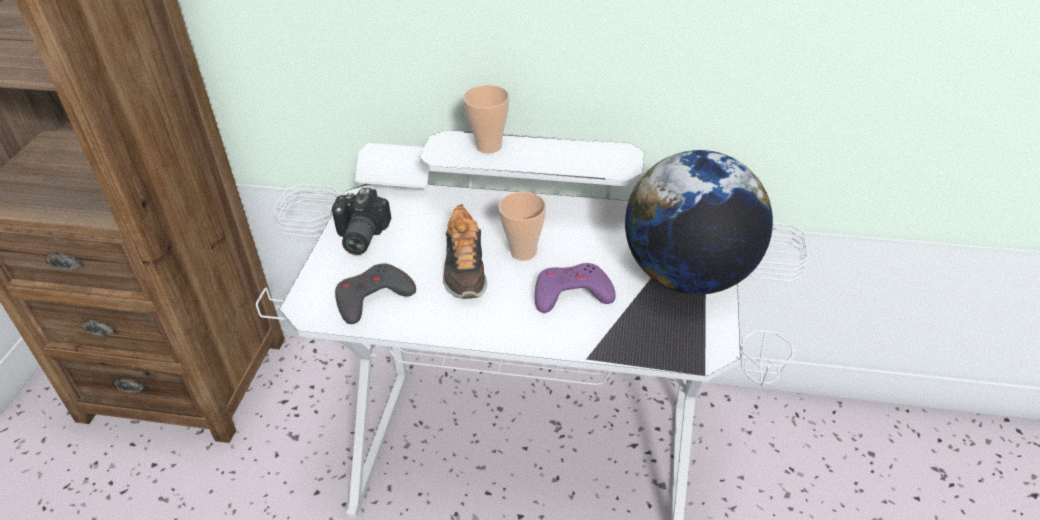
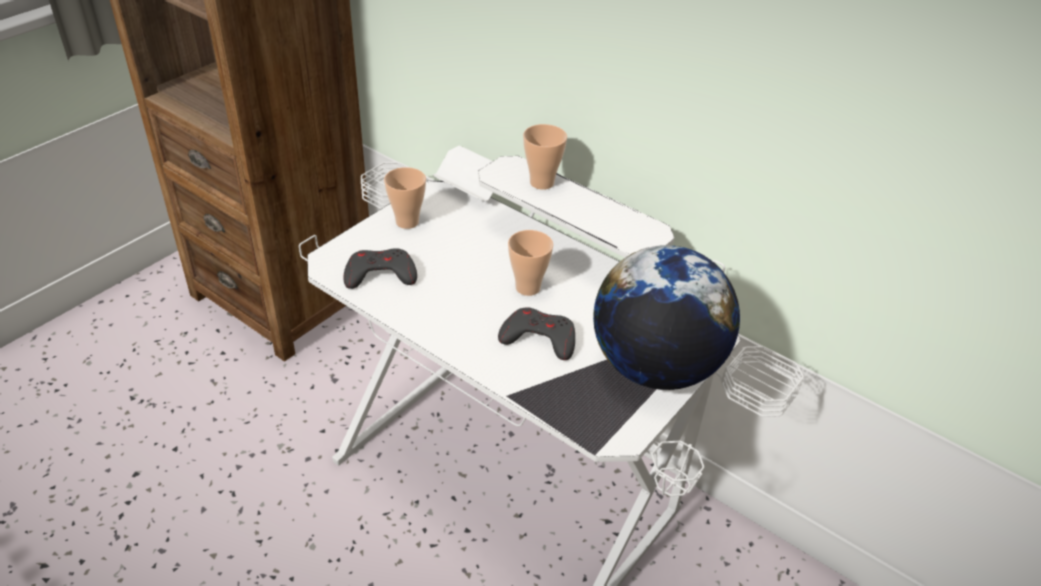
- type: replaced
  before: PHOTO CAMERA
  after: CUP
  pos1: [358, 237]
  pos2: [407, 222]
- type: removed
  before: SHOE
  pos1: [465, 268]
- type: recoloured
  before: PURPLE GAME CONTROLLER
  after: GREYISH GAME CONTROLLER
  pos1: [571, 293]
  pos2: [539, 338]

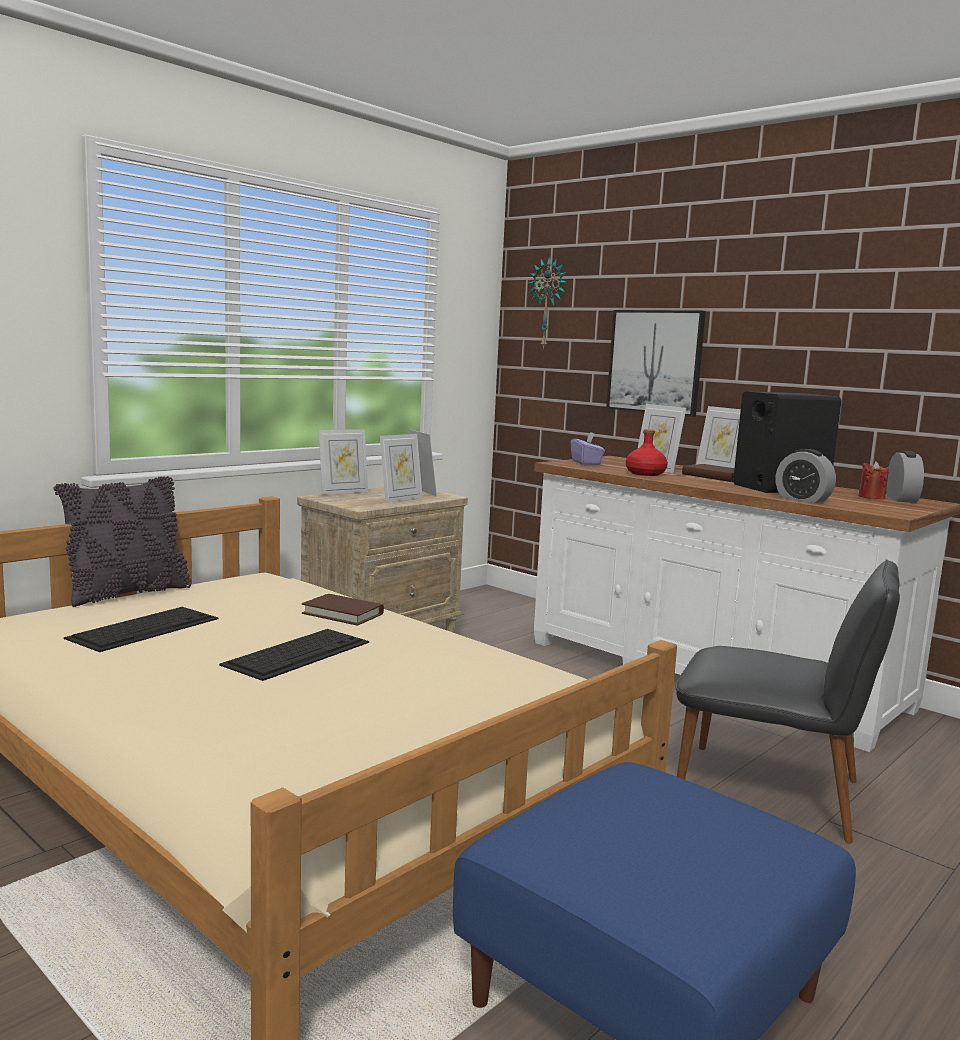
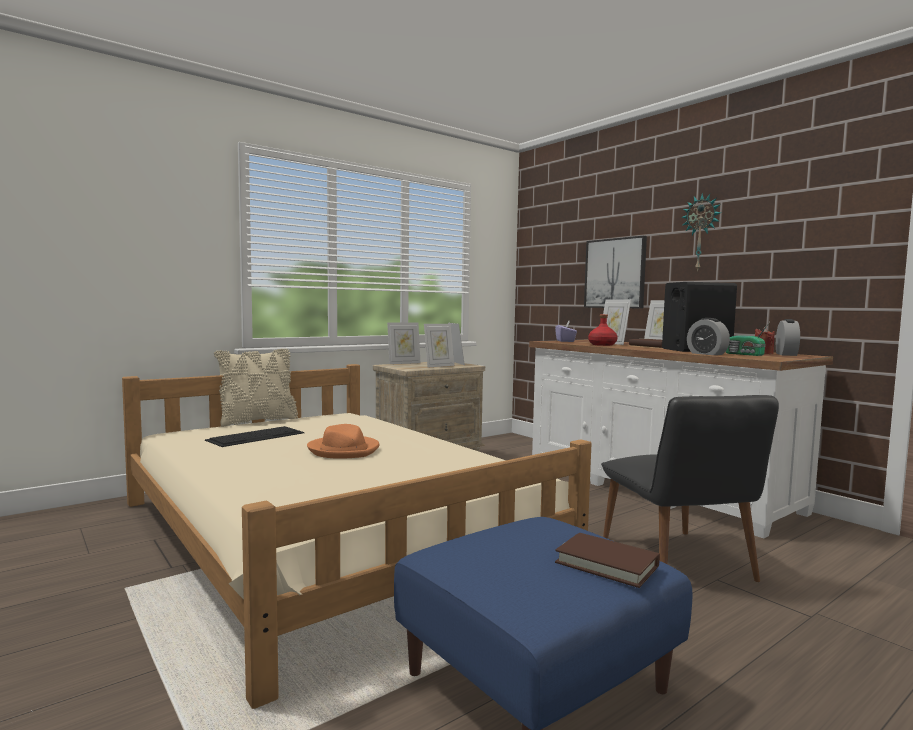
- type: moved
  before: WALL CLOCK
  pos1: [548, 303]
  pos2: [701, 232]
- type: recoloured
  before: BLACK PILLOW
  after: BEIGE-COLOURED PILLOW
  pos1: [127, 593]
  pos2: [257, 421]
- type: turned
  before: BLACK CHAIR
  pos1: [768, 790]
  pos2: [675, 558]
  turn: 45
- type: moved
  before: BROWN BOUND BOOK
  pos1: [343, 614]
  pos2: [607, 564]
- type: replaced
  before: KEYBOARD
  after: ORANGEY WEARABLE HAT
  pos1: [298, 652]
  pos2: [344, 450]
- type: added
  after: RADIO RECEIVER
  pos2: [745, 354]

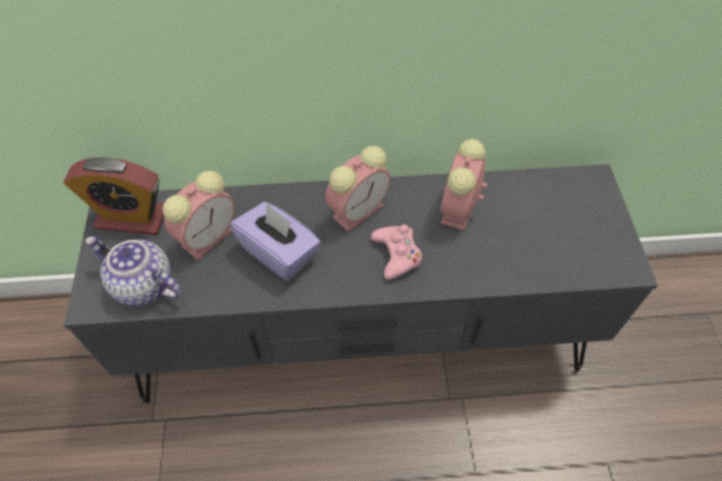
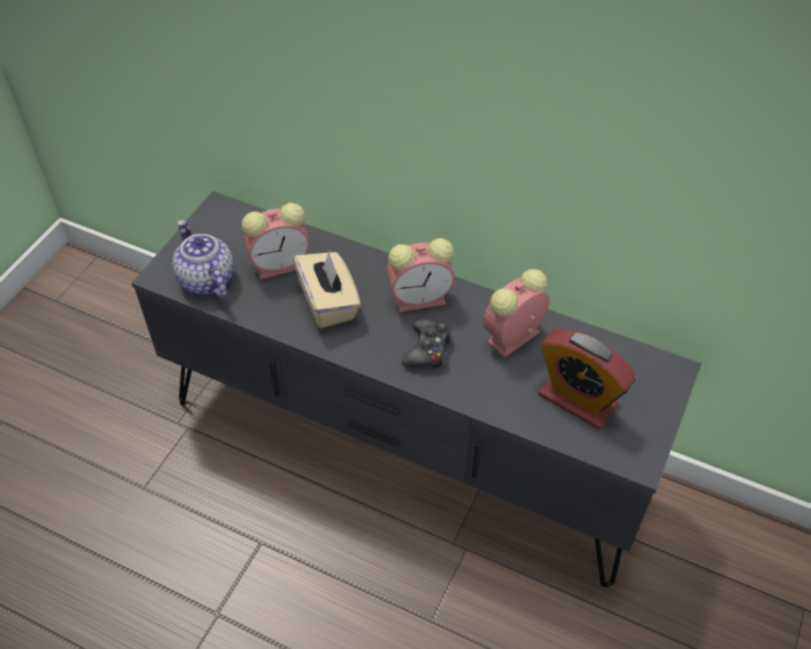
- type: moved
  before: BEDSIDE CLOCK
  pos1: [131, 218]
  pos2: [577, 399]
- type: recoloured
  before: PURPLE BOX OF TISSUES
  after: BEIGE-COLOURED BOX OF TISSUES
  pos1: [279, 253]
  pos2: [329, 303]
- type: recoloured
  before: PINK GAME CONTROLLER
  after: BLACK GAME CONTROLLER
  pos1: [397, 255]
  pos2: [427, 350]

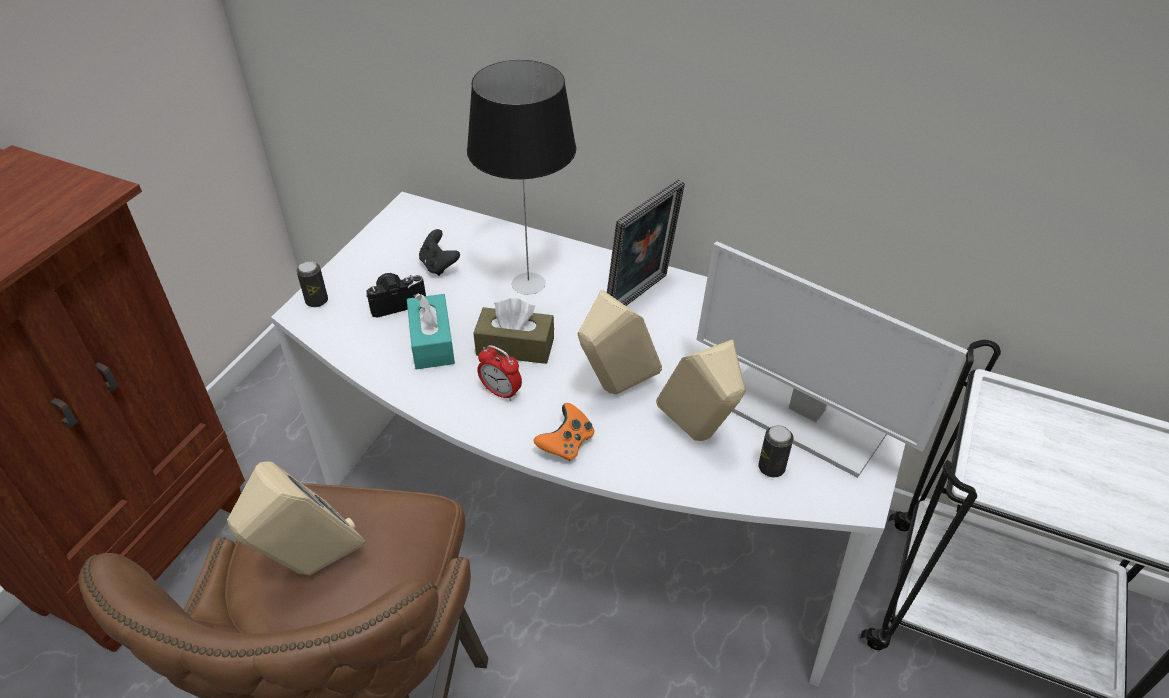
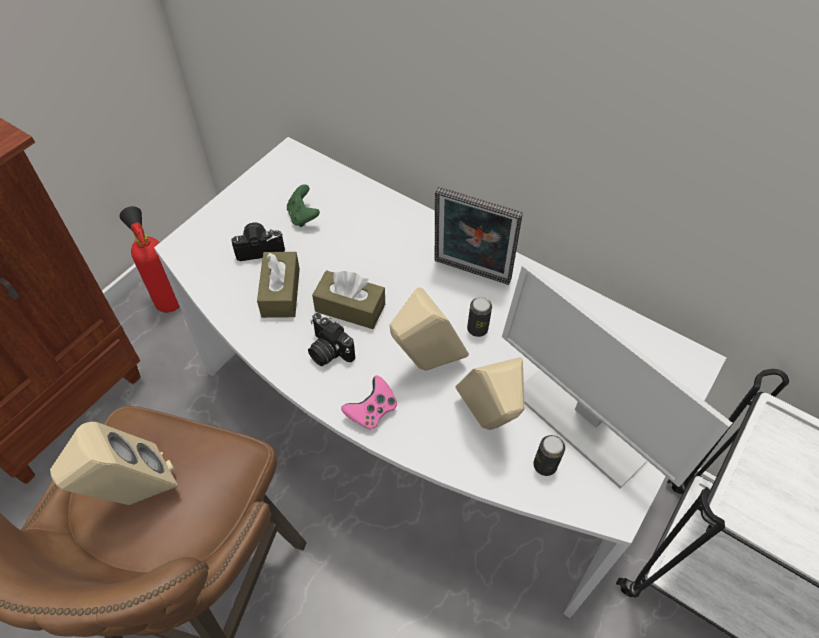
- type: removed
  before: TABLETOP LAMP
  pos1: [528, 282]
- type: turned
  before: PHOTO FRAME
  pos1: [640, 297]
  pos2: [470, 274]
  turn: 60
- type: recoloured
  before: BLACK GAME CONTROLLER
  after: GREEN GAME CONTROLLER
  pos1: [439, 265]
  pos2: [303, 216]
- type: moved
  before: SEALED CAN
  pos1: [317, 301]
  pos2: [477, 329]
- type: recoloured
  before: TURQUOISE-COLOURED BOX OF TISSUES
  after: BROWN BOX OF TISSUES
  pos1: [432, 342]
  pos2: [281, 292]
- type: replaced
  before: BEDSIDE CLOCK
  after: PHOTO CAMERA
  pos1: [501, 392]
  pos2: [328, 351]
- type: recoloured
  before: ORANGEY GAME CONTROLLER
  after: PINK GAME CONTROLLER
  pos1: [566, 444]
  pos2: [372, 411]
- type: added
  after: FIRE-FIGHTING CYLINDER
  pos2: [168, 299]

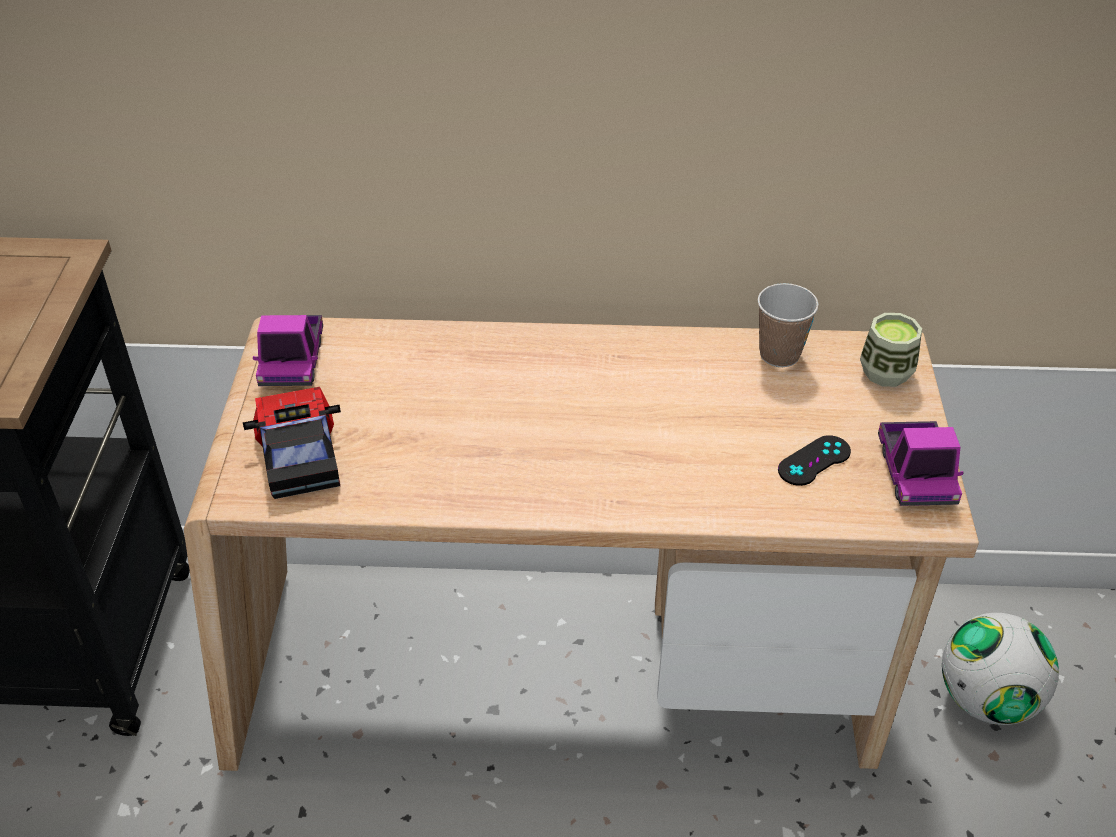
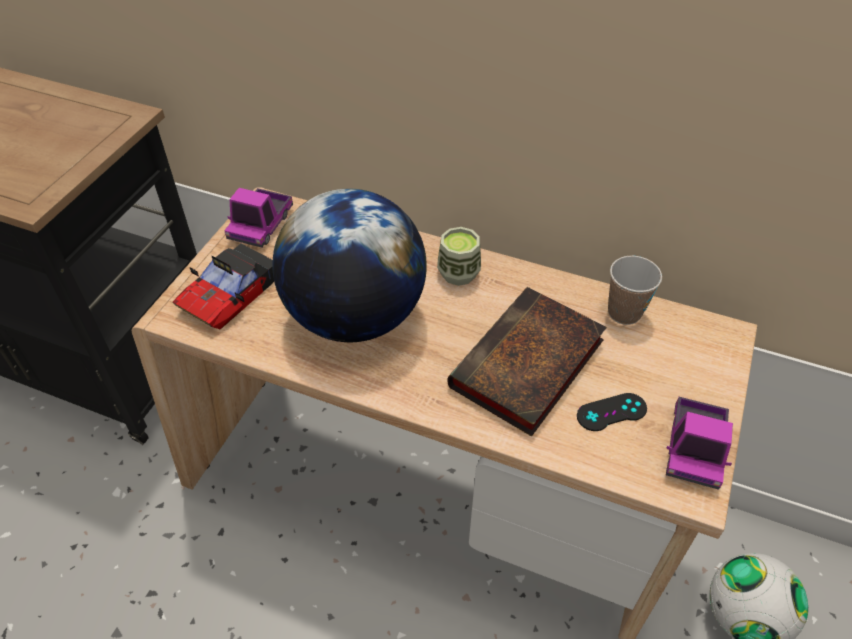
- type: moved
  before: CUP
  pos1: [885, 372]
  pos2: [458, 273]
- type: turned
  before: TOY CAR
  pos1: [298, 451]
  pos2: [230, 294]
  turn: -150
- type: added
  after: GLOBE
  pos2: [355, 317]
- type: added
  after: BOUND BOOK
  pos2: [526, 367]

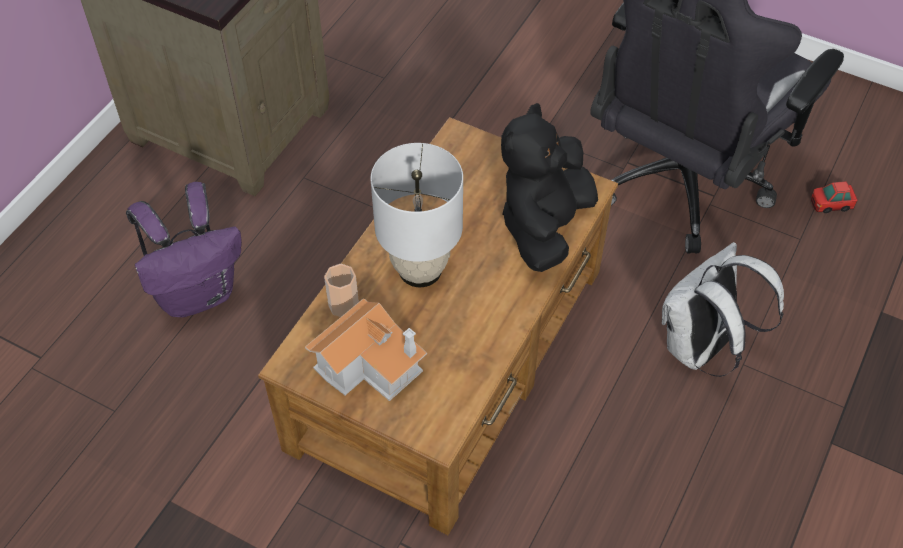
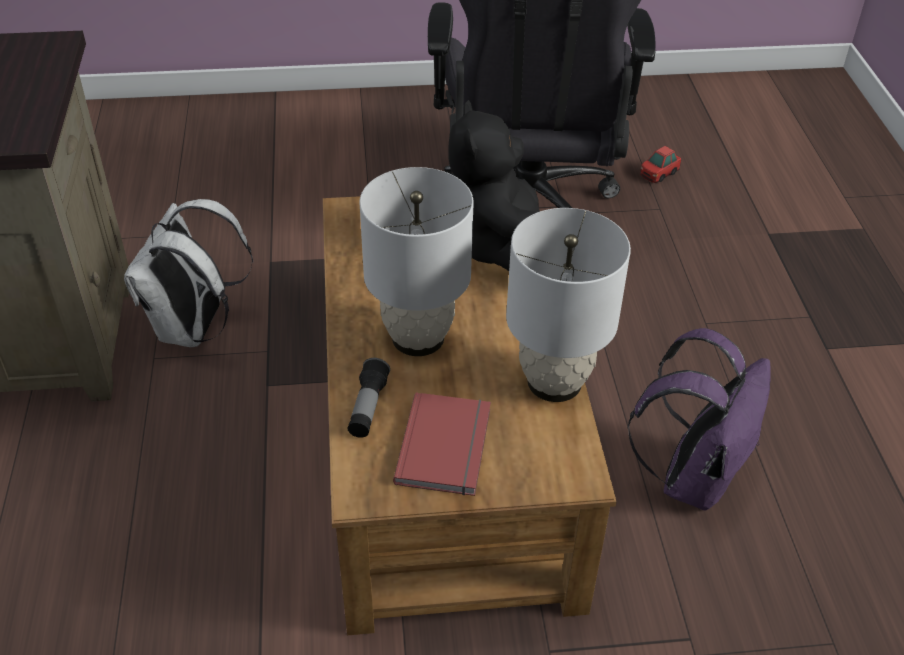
- type: moved
  before: PURPLE KNAPSACK
  pos1: [198, 293]
  pos2: [693, 476]
- type: moved
  before: WHITE KNAPSACK
  pos1: [701, 348]
  pos2: [195, 329]
- type: replaced
  before: CUP
  after: HAND TORCH
  pos1: [343, 305]
  pos2: [368, 407]
- type: replaced
  before: TOY HOUSE
  after: RED BOUND BOOK
  pos1: [371, 363]
  pos2: [447, 446]
- type: added
  after: WHITE TABLETOP LAMP
  pos2: [554, 382]

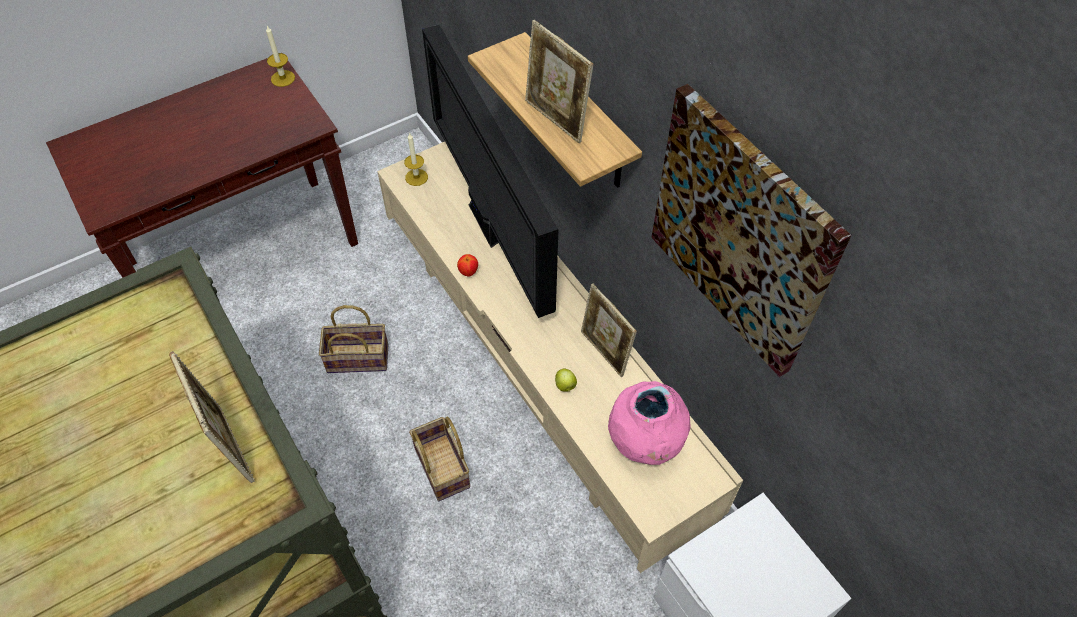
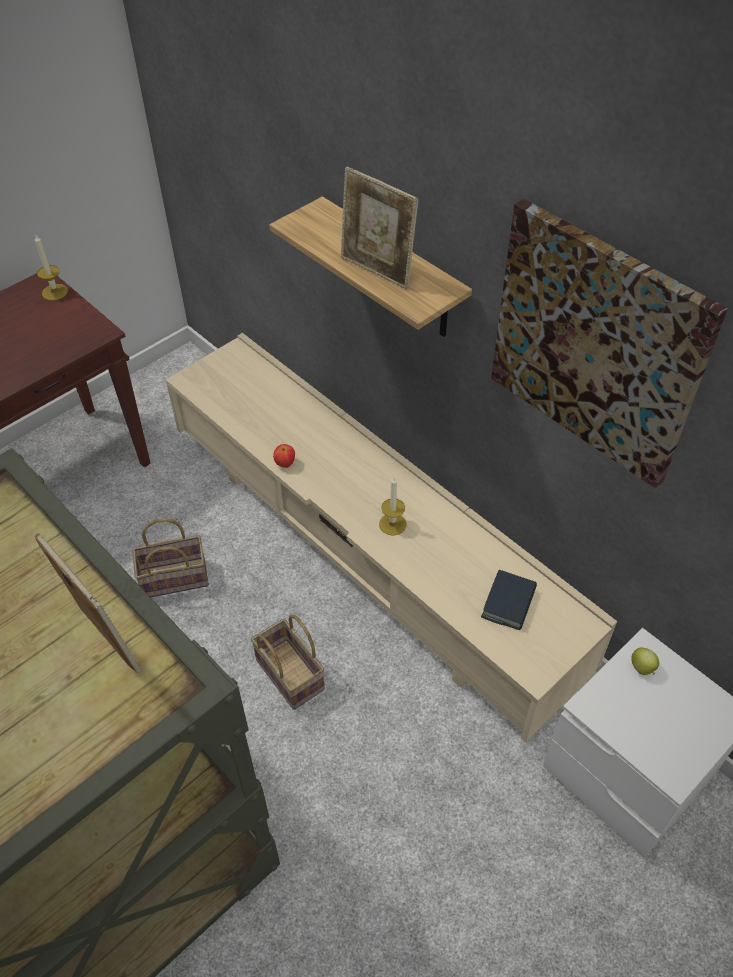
- type: removed
  before: TELEVISION
  pos1: [489, 226]
- type: moved
  before: CANDLE
  pos1: [416, 177]
  pos2: [392, 524]
- type: removed
  before: PHOTO FRAME
  pos1: [604, 352]
- type: moved
  before: APPLE
  pos1: [565, 386]
  pos2: [643, 668]
- type: replaced
  before: PINK FLOWER VASE
  after: BOUND BOOK
  pos1: [645, 444]
  pos2: [509, 603]

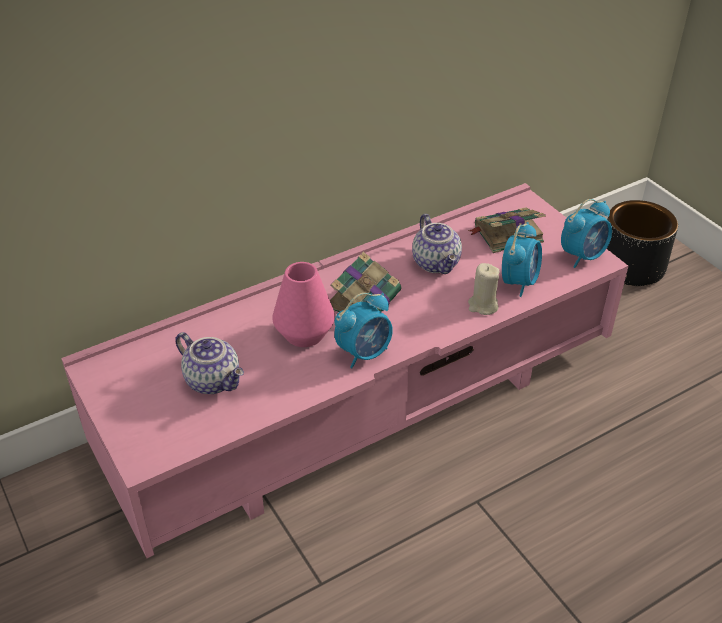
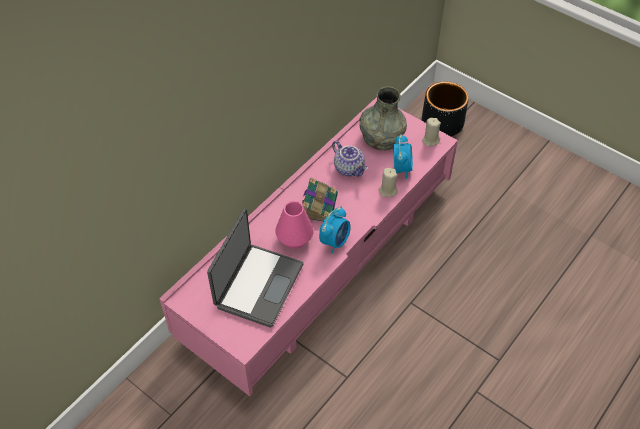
- type: replaced
  before: BEDSIDE CLOCK
  after: BEIGE-COLOURED CANDLE
  pos1: [583, 256]
  pos2: [430, 140]
- type: replaced
  before: BOUND BOOK
  after: GREYISH FLOWER VASE
  pos1: [506, 234]
  pos2: [381, 136]
- type: replaced
  before: POT FOR TEA
  after: LAPTOP
  pos1: [214, 380]
  pos2: [258, 285]

